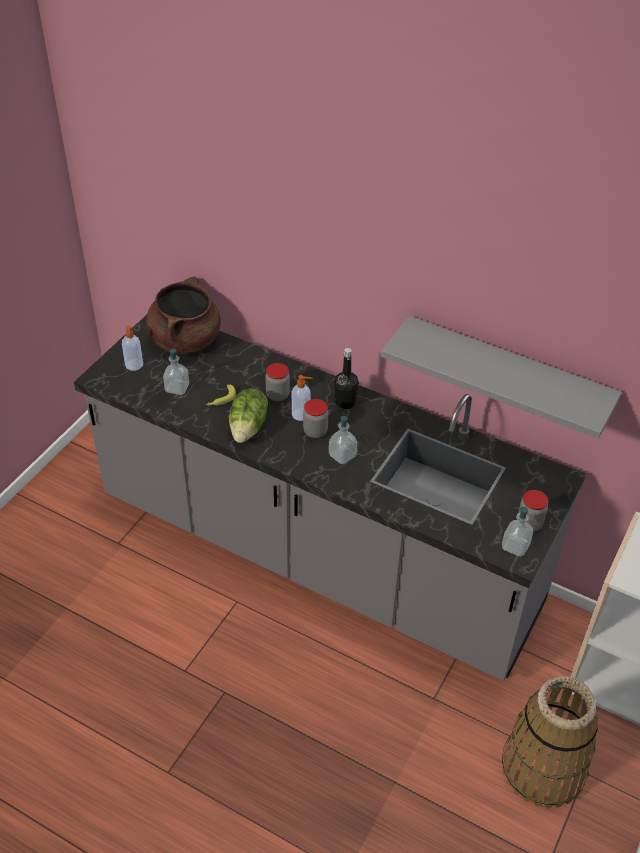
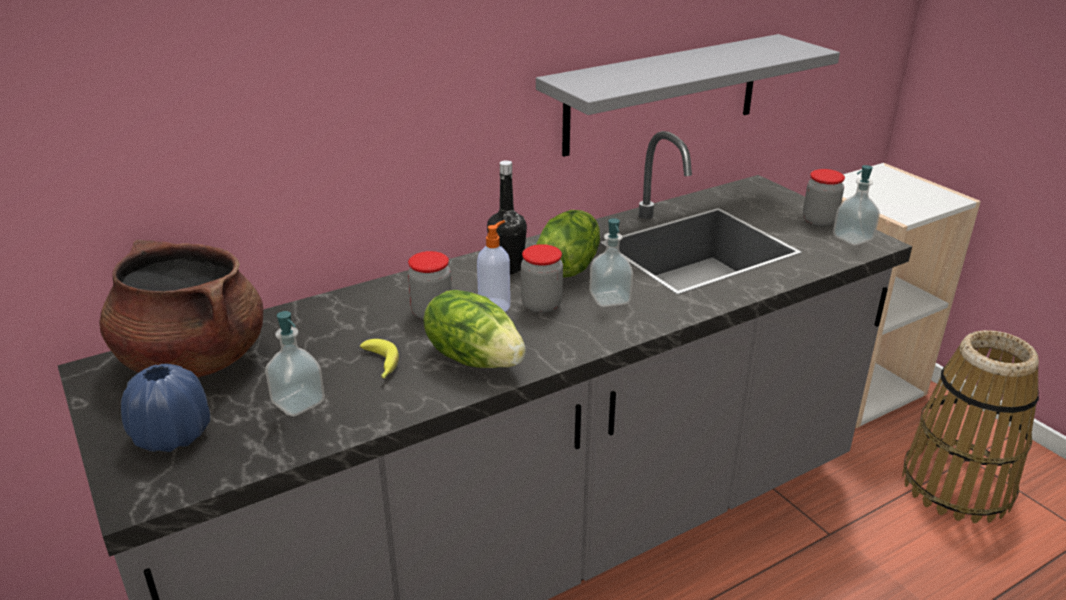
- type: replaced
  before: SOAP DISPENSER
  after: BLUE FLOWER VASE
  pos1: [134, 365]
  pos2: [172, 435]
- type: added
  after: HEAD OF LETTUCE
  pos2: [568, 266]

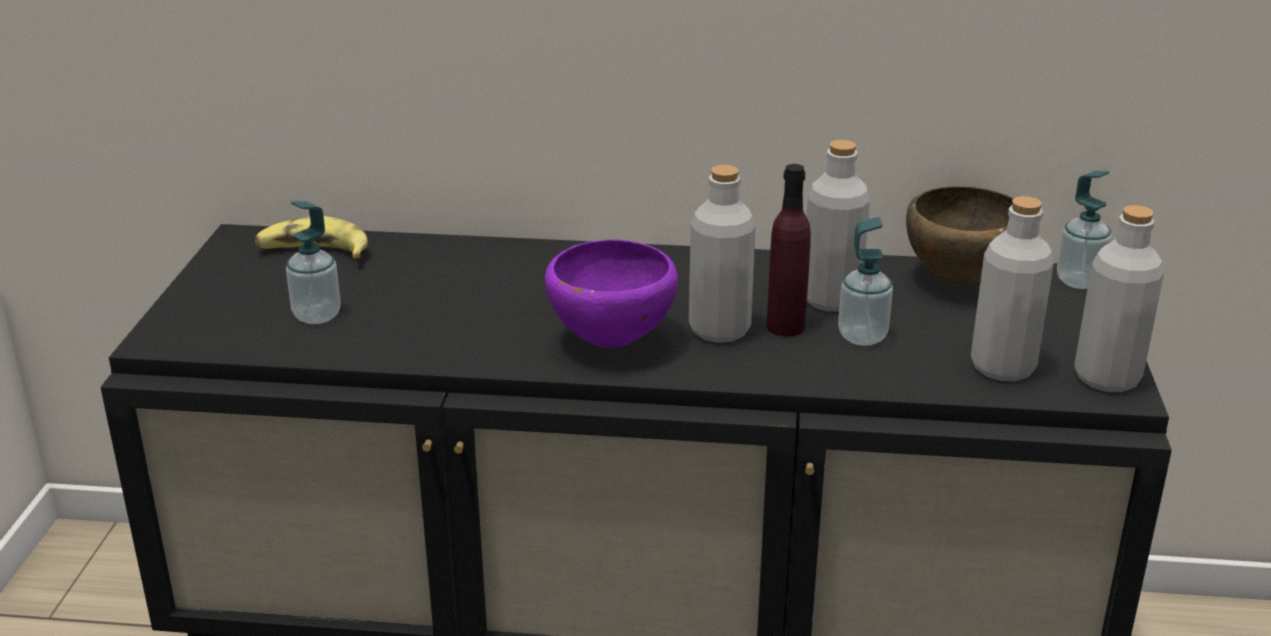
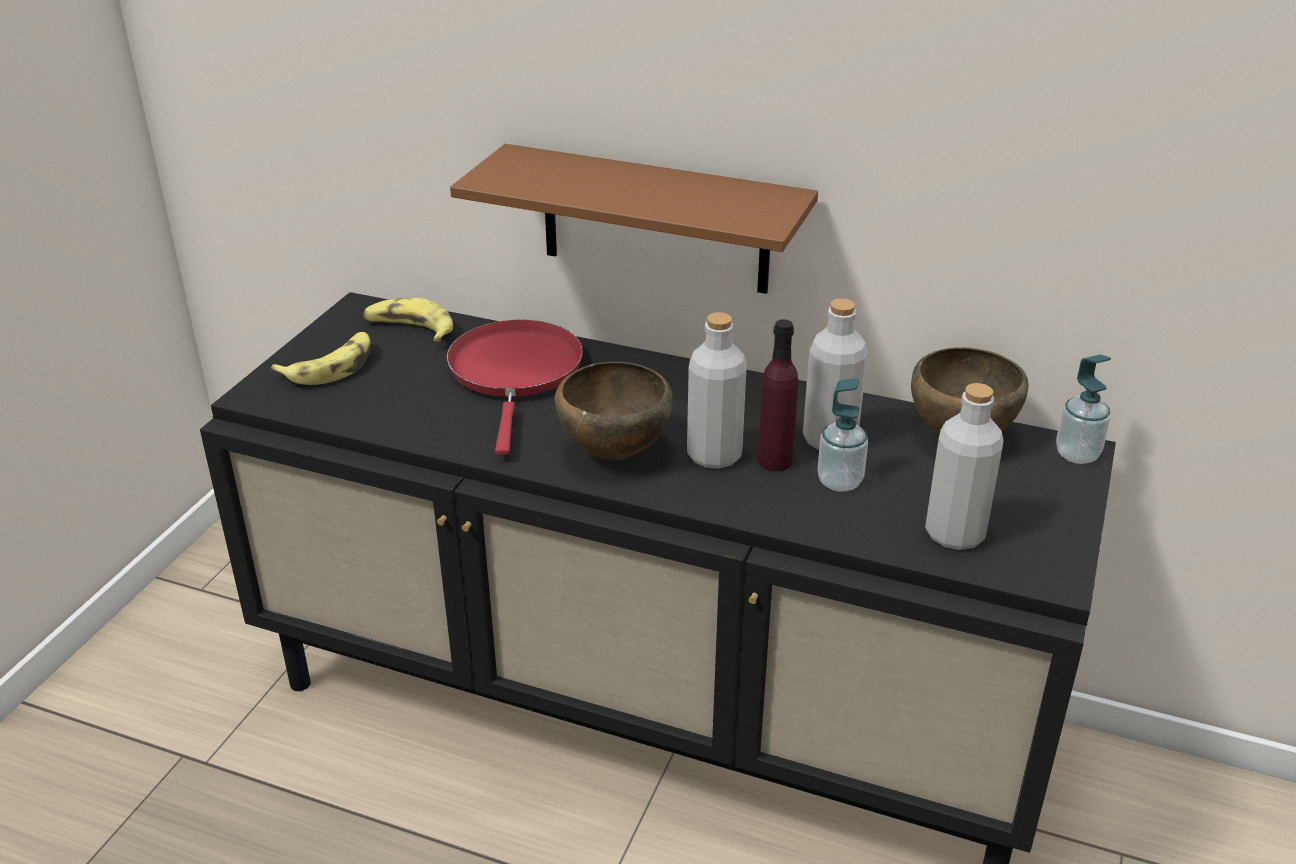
- type: removed
  before: SOAP DISPENSER
  pos1: [317, 315]
- type: removed
  before: GREYISH DRINK BOTTLE
  pos1: [1107, 378]
- type: recoloured
  before: PURPLE BOWL
  after: BROWN BOWL
  pos1: [610, 343]
  pos2: [613, 454]
- type: added
  after: BROWN SHELF
  pos2: [655, 220]
- type: added
  after: RED FRYING PAN
  pos2: [515, 373]
- type: added
  after: BANANA FRUIT
  pos2: [331, 367]

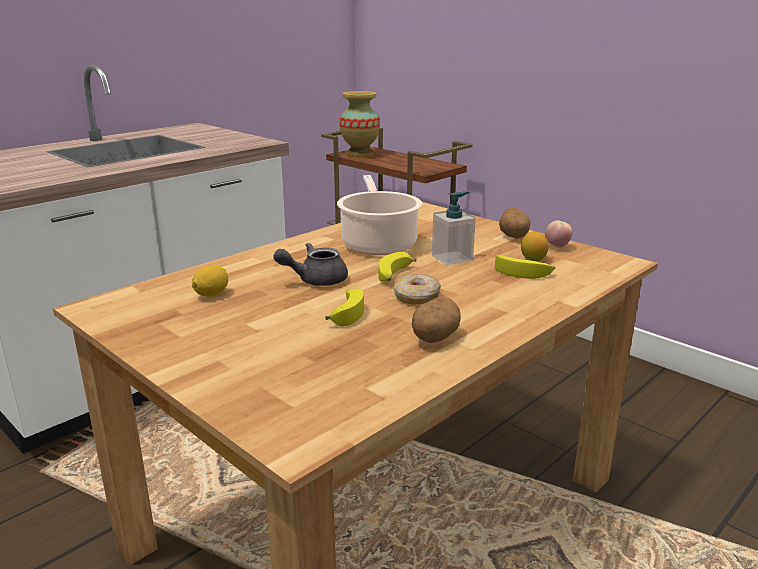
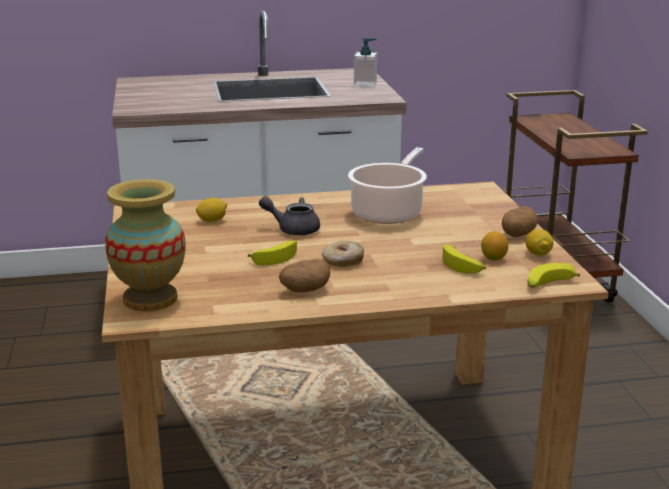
- type: moved
  before: FLOWER VASE
  pos1: [359, 155]
  pos2: [150, 299]
- type: moved
  before: SOAP DISPENSER
  pos1: [452, 258]
  pos2: [365, 84]
- type: replaced
  before: APPLE
  after: CITRUS FRUIT
  pos1: [557, 247]
  pos2: [538, 254]
- type: moved
  before: BANANA FRUIT
  pos1: [395, 275]
  pos2: [549, 285]

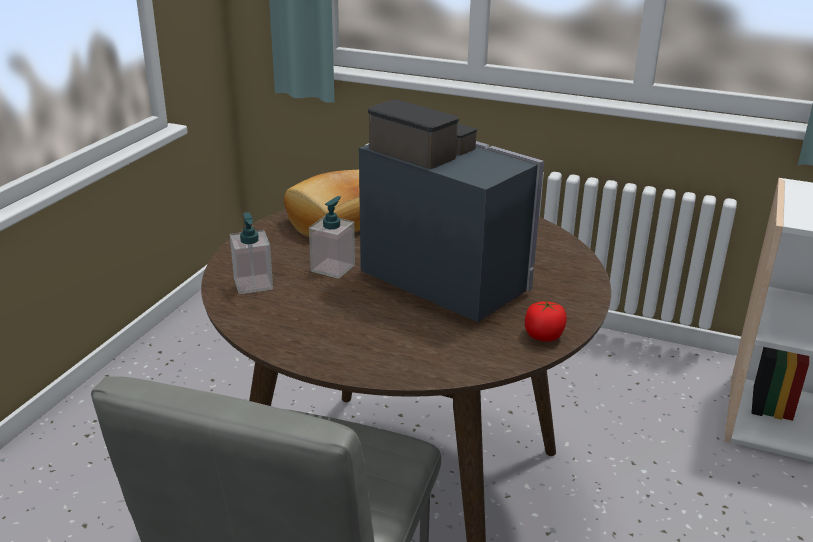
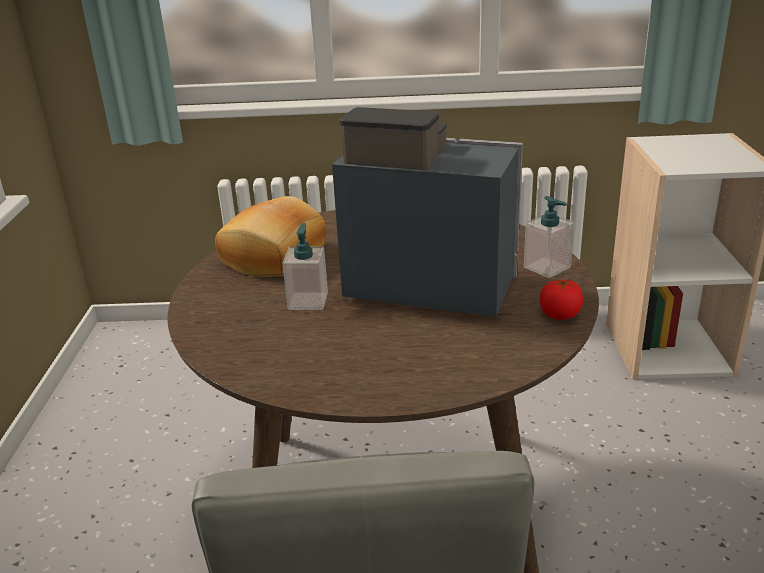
- type: moved
  before: SOAP DISPENSER
  pos1: [253, 284]
  pos2: [547, 267]

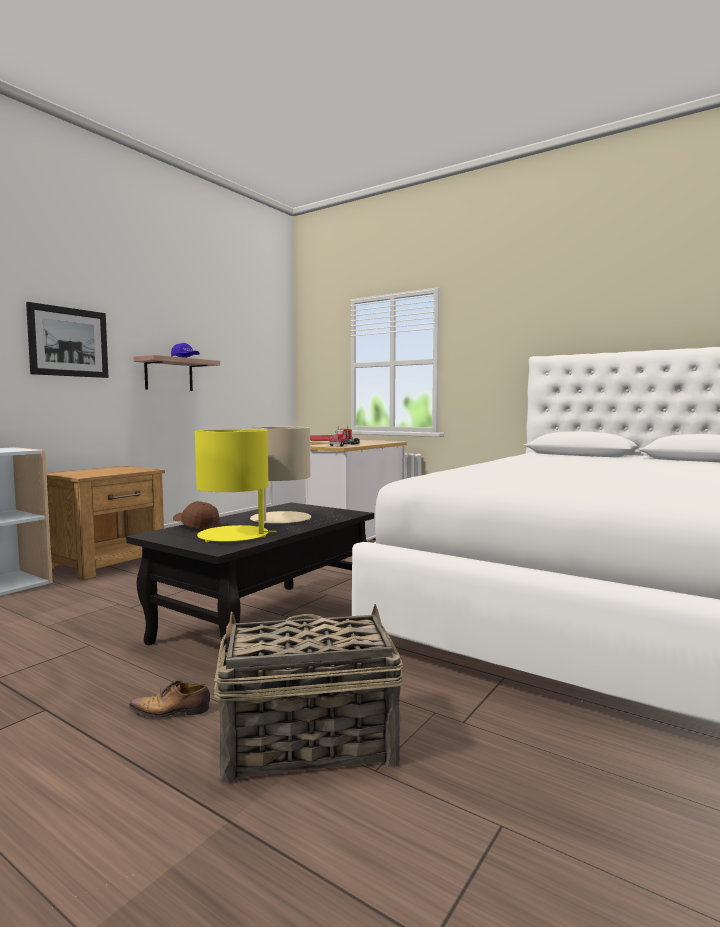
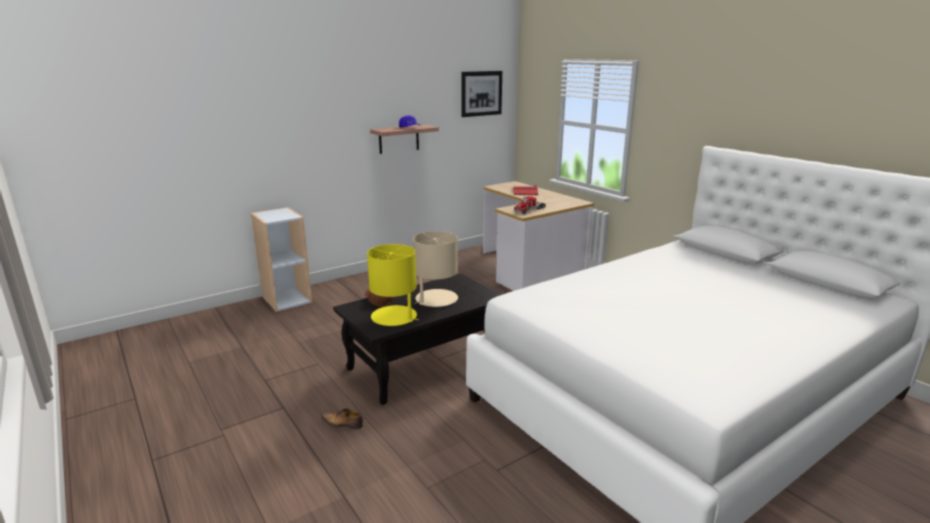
- type: moved
  before: WALL PICTURE
  pos1: [69, 342]
  pos2: [481, 93]
- type: removed
  before: BROWN BEDSIDE TABLE
  pos1: [109, 563]
- type: removed
  before: BASKET
  pos1: [306, 743]

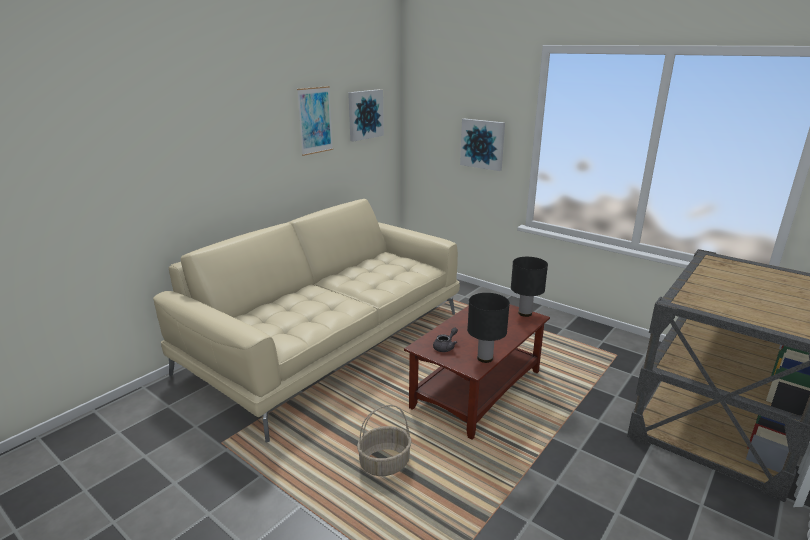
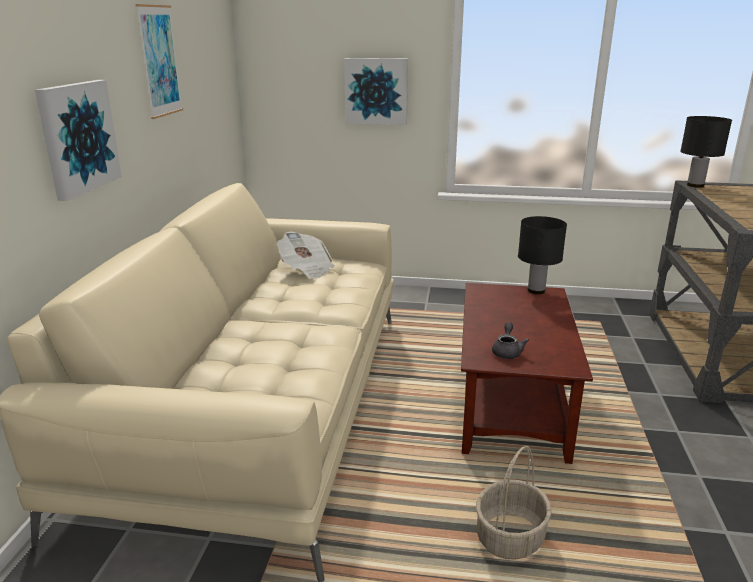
- type: moved
  before: WALL PICTURE
  pos1: [365, 114]
  pos2: [78, 137]
- type: moved
  before: BLACK TABLETOP LAMP
  pos1: [485, 358]
  pos2: [695, 185]
- type: added
  after: PRINTED PAPER
  pos2: [306, 269]

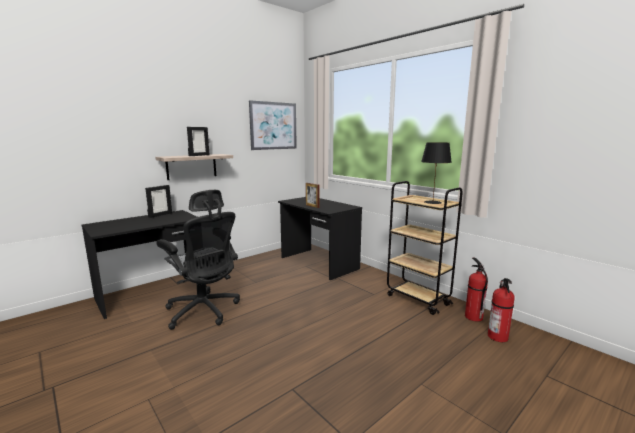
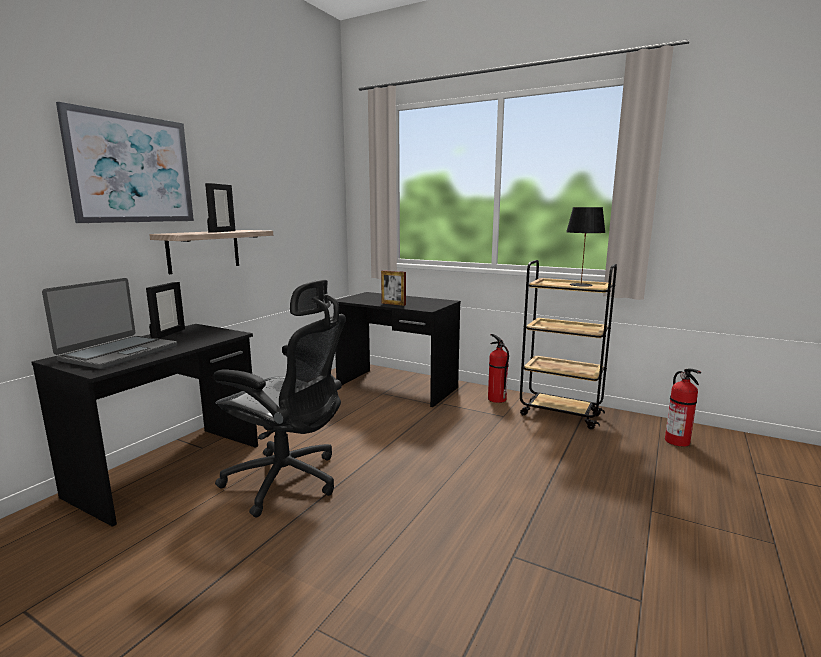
- type: moved
  before: WALL PICTURE
  pos1: [273, 126]
  pos2: [132, 169]
- type: moved
  before: FIRE-FIGHTING CYLINDER
  pos1: [473, 316]
  pos2: [496, 399]
- type: added
  after: LAPTOP
  pos2: [118, 353]

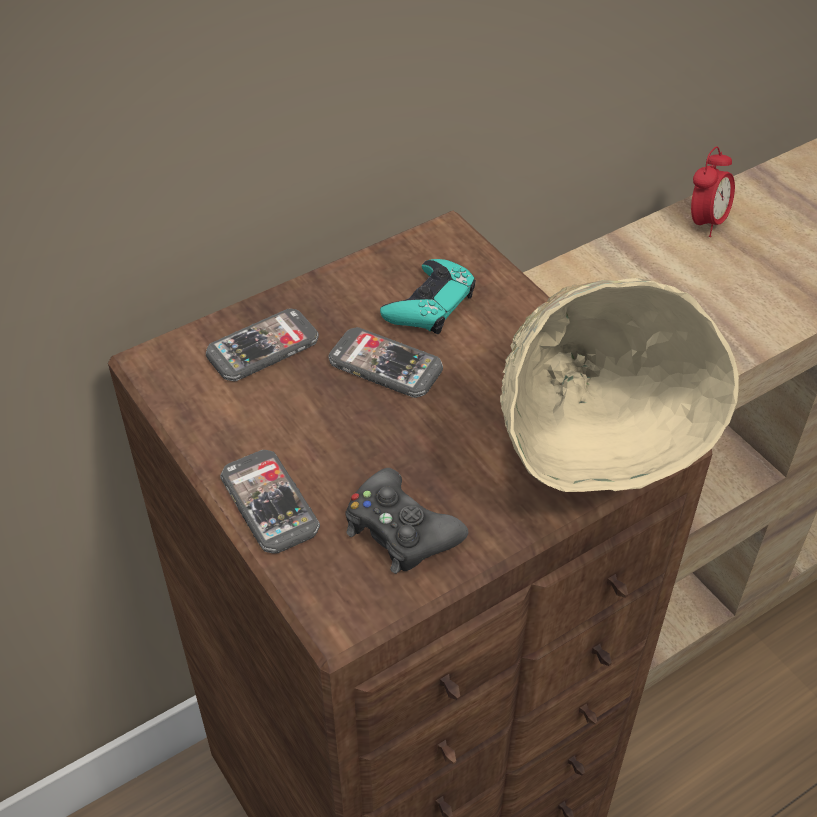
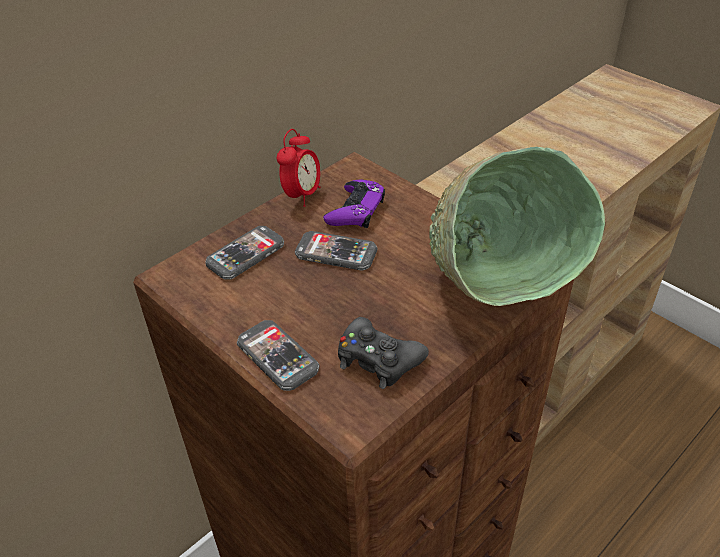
- type: moved
  before: BEDSIDE CLOCK
  pos1: [706, 222]
  pos2: [302, 195]
- type: recoloured
  before: TURQUOISE-COLOURED GAME CONTROLLER
  after: PURPLE GAME CONTROLLER
  pos1: [430, 304]
  pos2: [355, 210]
- type: recoloured
  before: BEIGE-COLOURED BOWL
  after: GREEN BOWL
  pos1: [590, 459]
  pos2: [496, 291]

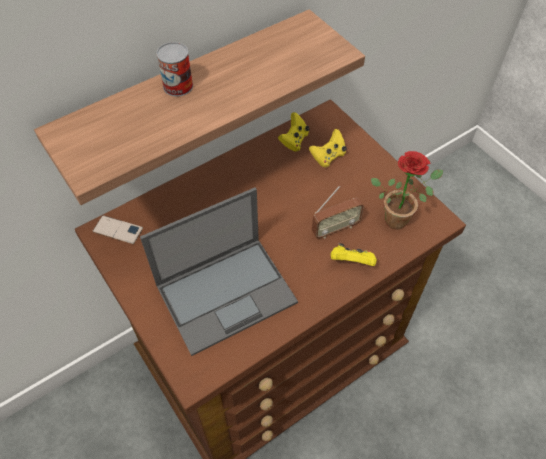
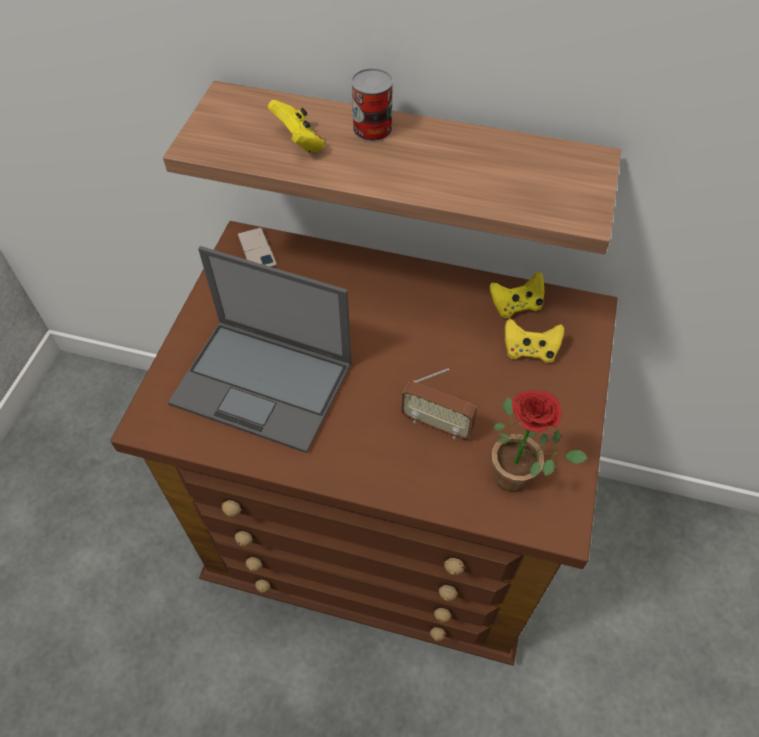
- type: moved
  before: YELLOW-COLOURED GAME CONTROLLER
  pos1: [352, 262]
  pos2: [299, 143]

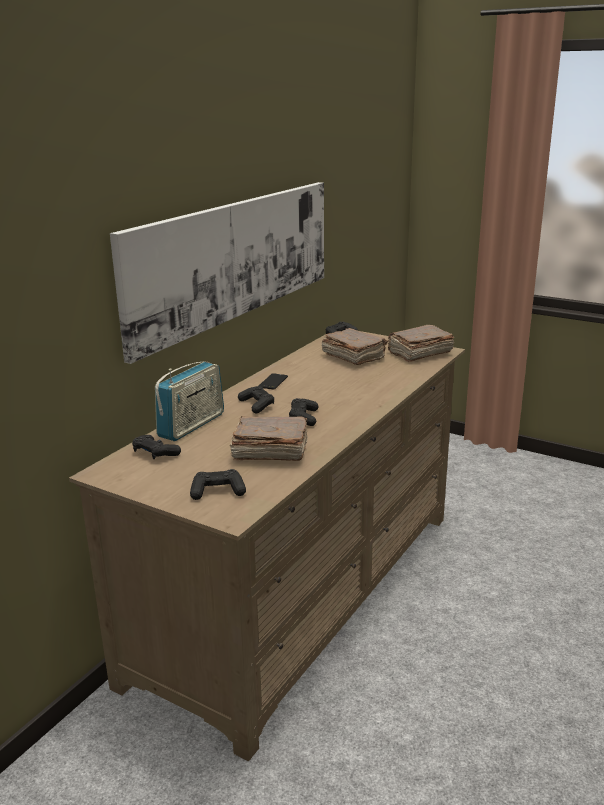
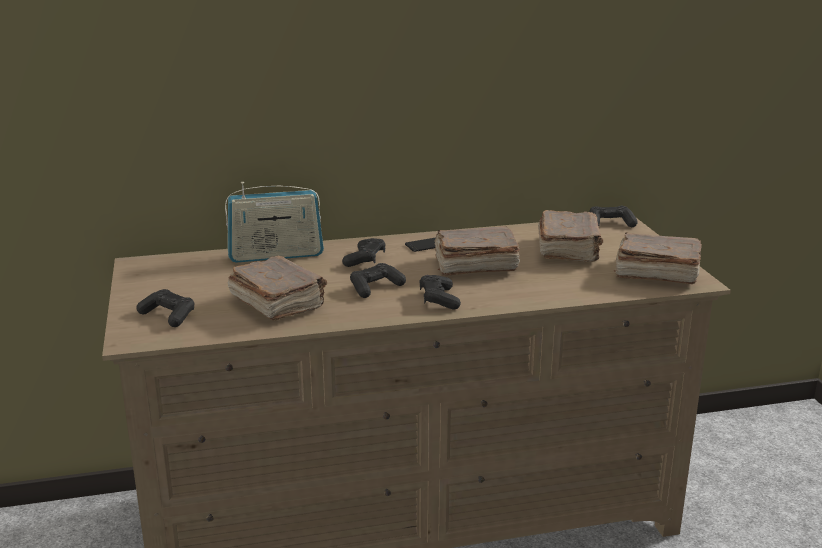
- type: removed
  before: WALL PICTURE
  pos1: [234, 259]
- type: moved
  before: BLACK GAME CONTROLLER
  pos1: [155, 453]
  pos2: [439, 299]
- type: added
  after: BROWN BOUND BOOK
  pos2: [474, 266]

